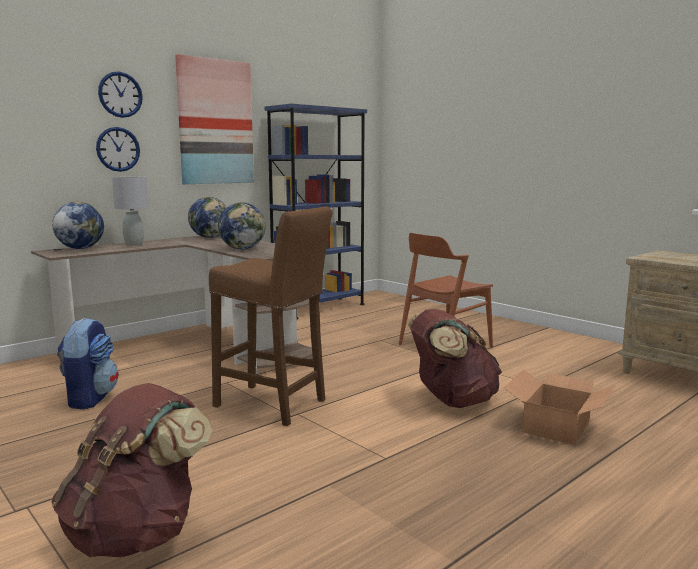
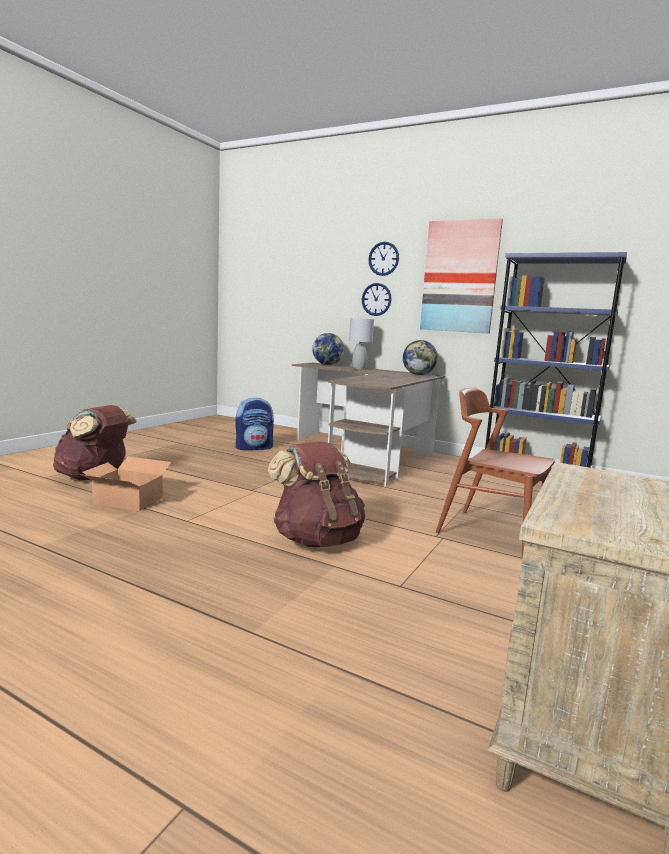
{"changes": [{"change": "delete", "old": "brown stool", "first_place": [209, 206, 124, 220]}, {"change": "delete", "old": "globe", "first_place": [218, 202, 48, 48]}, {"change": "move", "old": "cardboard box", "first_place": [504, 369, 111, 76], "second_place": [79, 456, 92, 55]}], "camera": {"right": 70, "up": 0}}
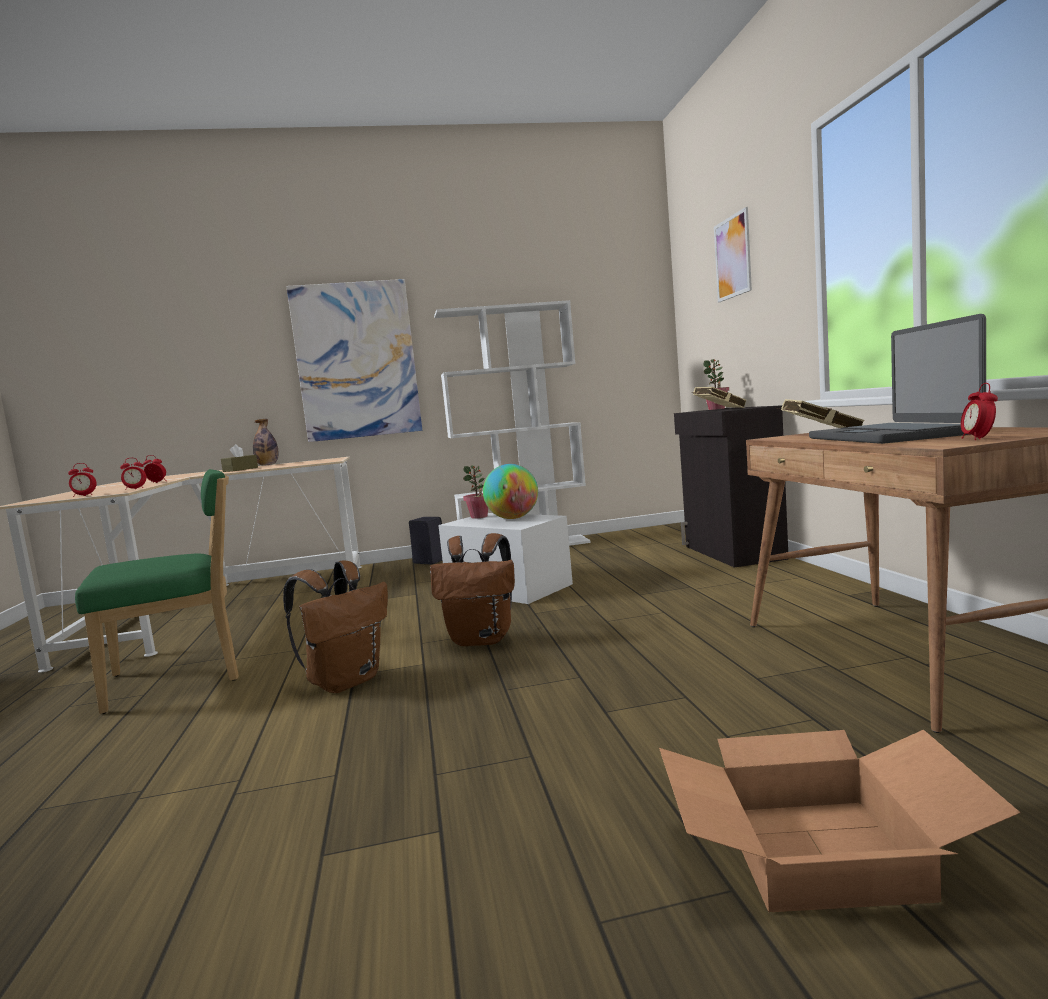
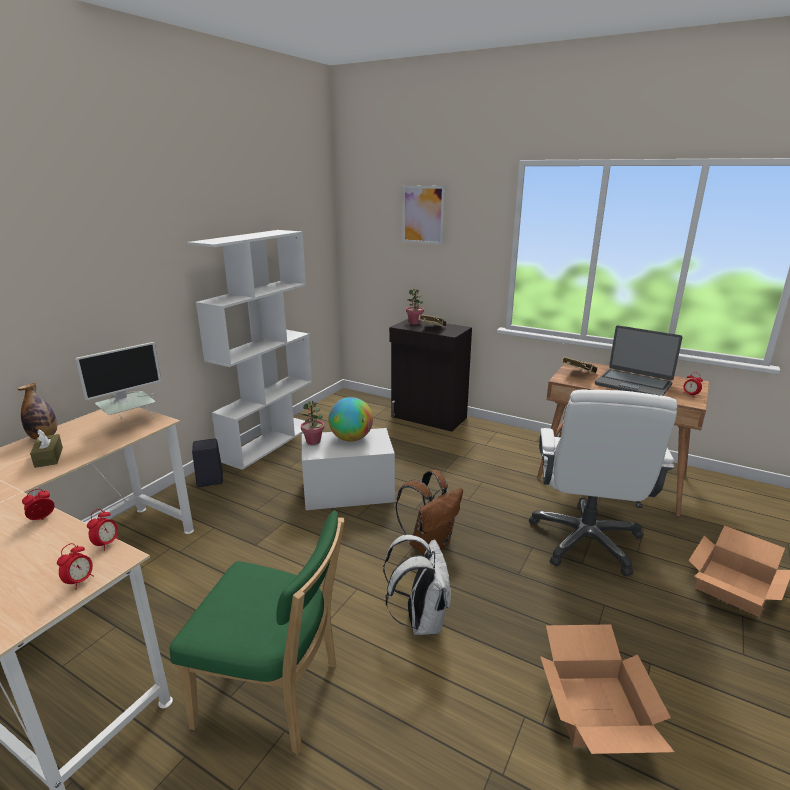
{"changes": [{"change": "rotate", "old": "green chair", "first_place": [75, 469, 164, 245], "second_place": [170, 510, 174, 245], "degrees": 90}, {"change": "recolor", "old": "brown backpack", "new": "white backpack", "first_place": [283, 560, 105, 133], "second_place": [383, 535, 68, 100]}, {"change": "delete", "old": "picture", "first_place": [287, 279, 135, 163]}, {"change": "insert", "new": "monitor", "second_place": [75, 342, 86, 77]}, {"change": "insert", "new": "white office chair", "second_place": [529, 390, 148, 187]}, {"change": "insert", "new": "cardboard box", "second_place": [540, 624, 134, 130]}], "camera": {"right": -50, "up": 15}}
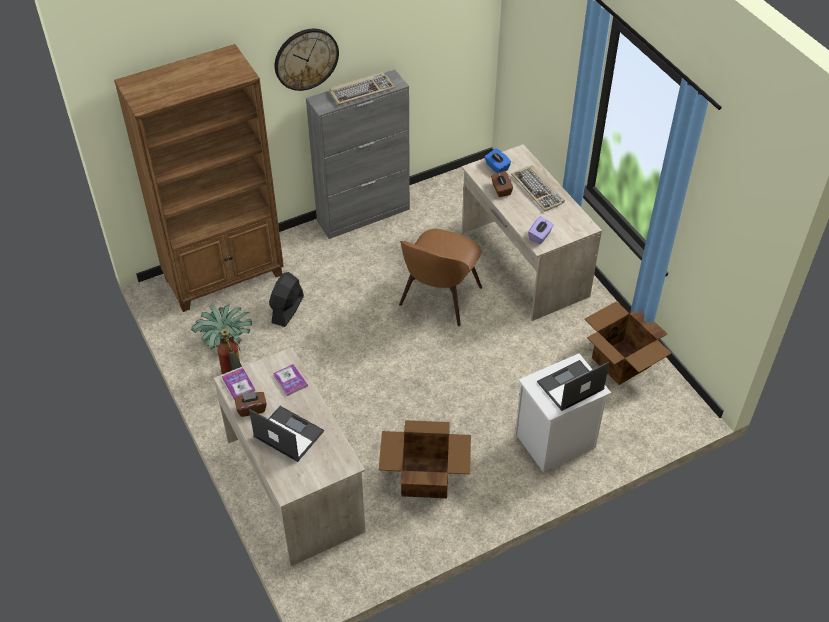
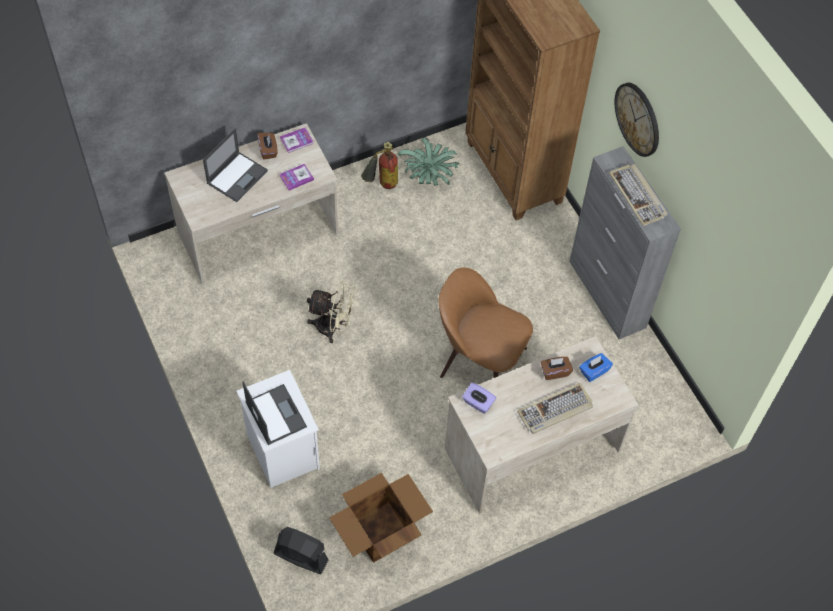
{"changes": [{"change": "move", "old": "black fan", "first_place": [269, 272, 35, 55], "second_place": [274, 527, 55, 47]}, {"change": "delete", "old": "cardboard box", "first_place": [379, 420, 92, 78]}, {"change": "insert", "new": "beige fan", "second_place": [307, 281, 49, 62]}], "camera": {"right": 90, "up": 10}}
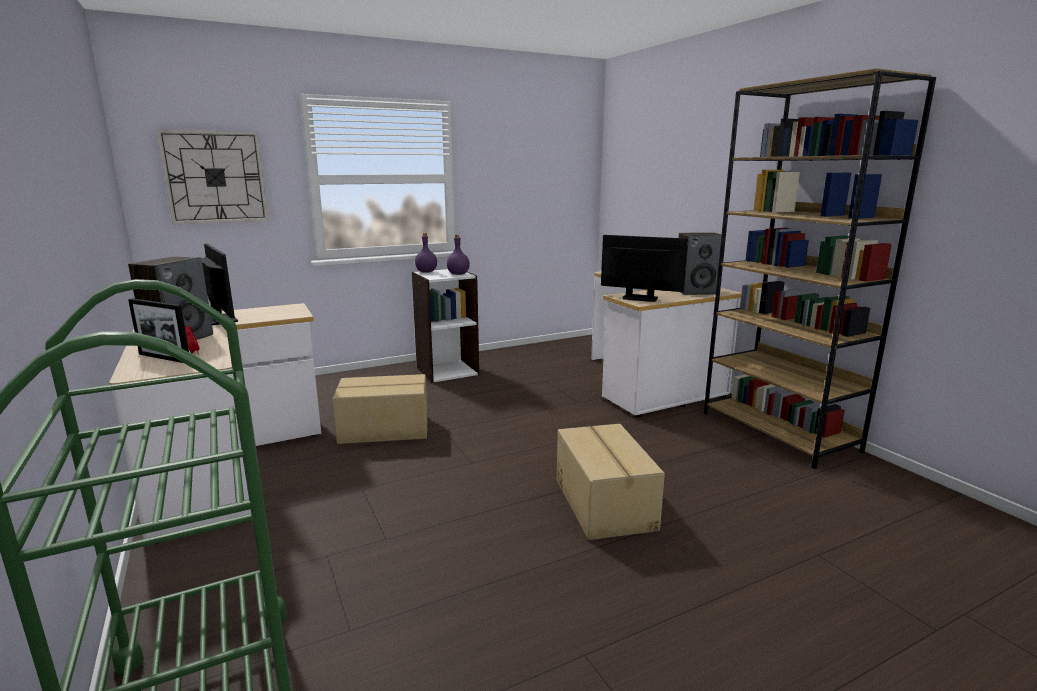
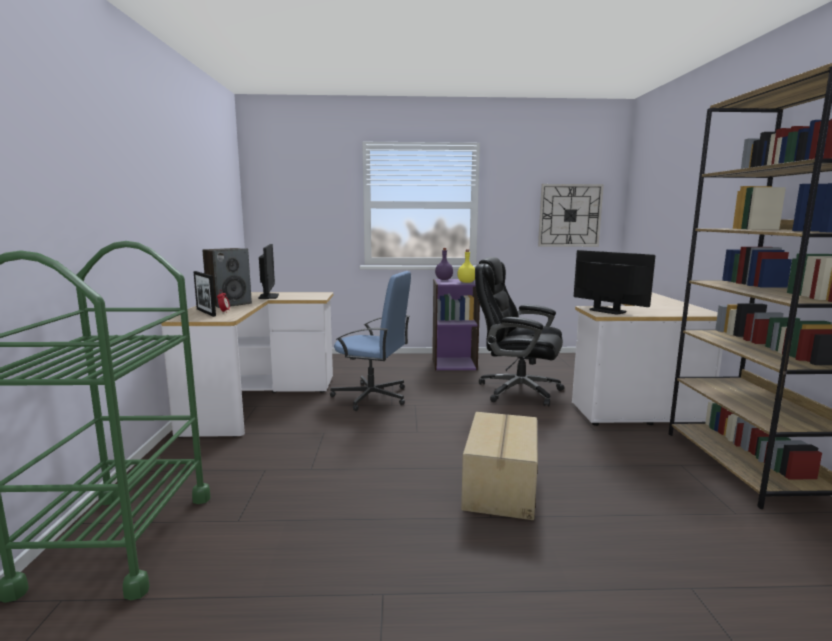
{"changes": [{"change": "move", "old": "wall clock", "first_place": [156, 129, 113, 95], "second_place": [538, 184, 66, 63]}, {"change": "replace", "old": "cardboard box", "new": "blue office chair", "first_place": [332, 374, 96, 70], "second_place": [330, 271, 81, 140]}, {"change": "recolor", "old": "white bookcase", "new": "purple bookcase", "first_place": [412, 269, 67, 114], "second_place": [432, 279, 48, 91]}, {"change": "recolor", "old": "purple bottle", "new": "yellow bottle", "first_place": [447, 235, 23, 40], "second_place": [457, 249, 18, 34]}, {"change": "delete", "old": "speaker", "first_place": [679, 232, 43, 63]}, {"change": "insert", "new": "black office chair", "second_place": [475, 257, 90, 150]}], "camera": {"right": 25, "up": -5}}
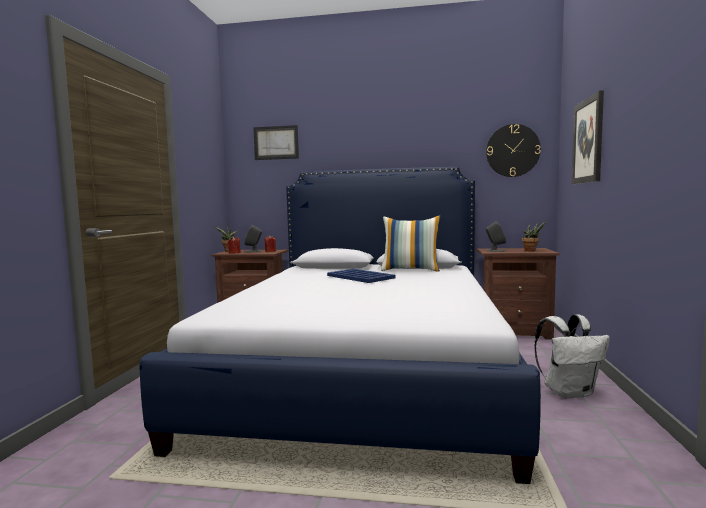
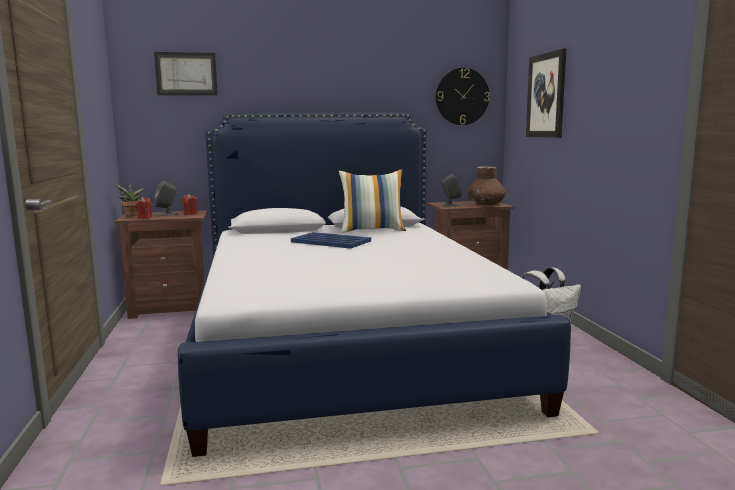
{"changes": [{"change": "replace", "old": "potted plant", "new": "brown vase", "first_place": [522, 222, 24, 29], "second_place": [467, 167, 38, 38]}], "camera": {"right": -20, "up": 5}}
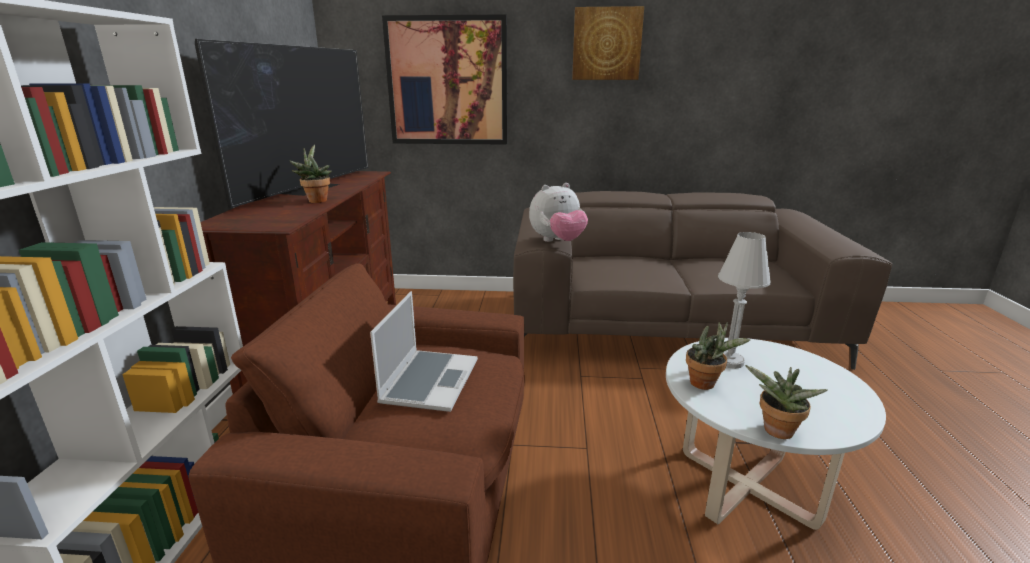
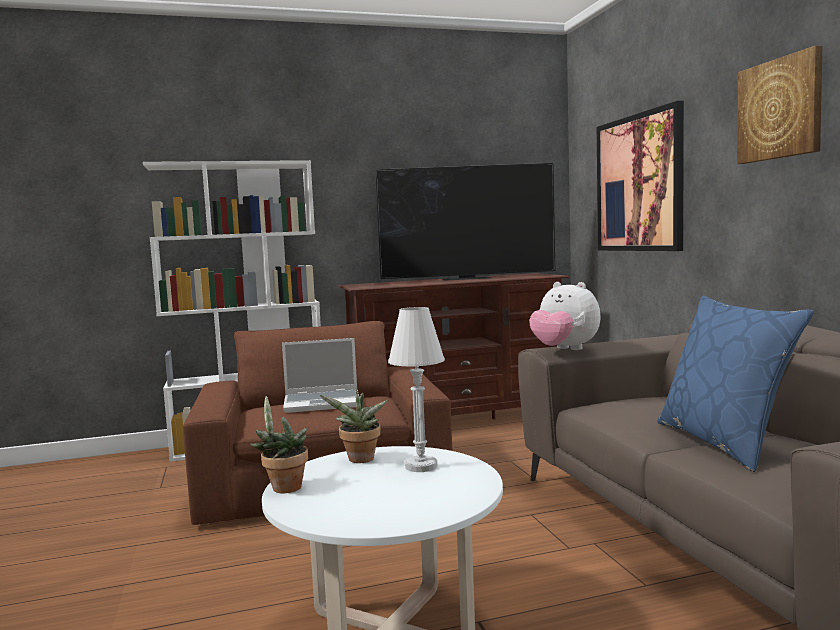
{"changes": [{"change": "delete", "old": "potted plant", "first_place": [290, 145, 42, 58]}, {"change": "insert", "new": "blue pillow", "second_place": [657, 296, 157, 176]}], "camera": {"right": 70, "up": -15}}
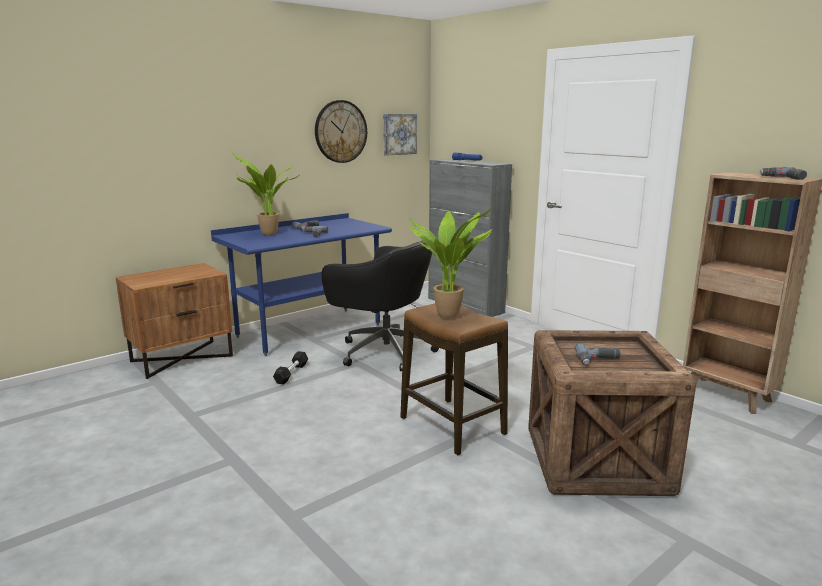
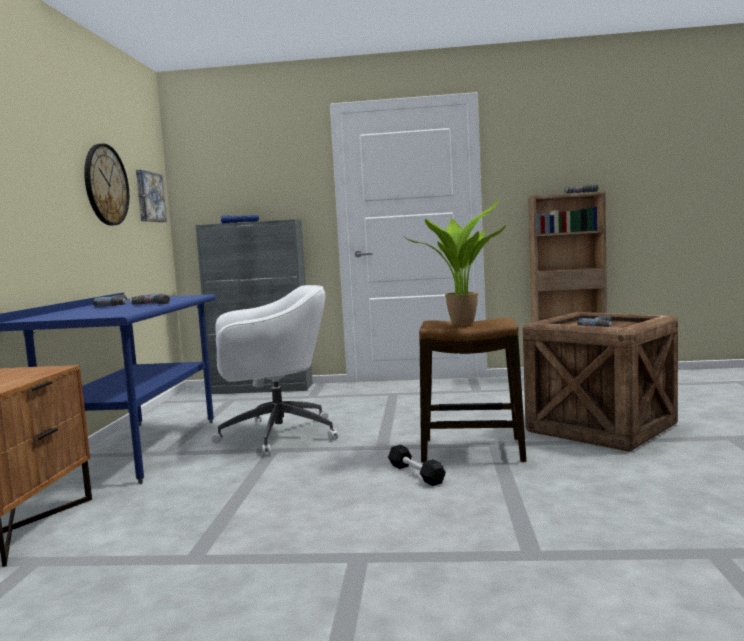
{"changes": [{"change": "delete", "old": "potted plant", "first_place": [232, 152, 67, 83]}, {"change": "move", "old": "black dumbbell", "first_place": [273, 351, 35, 33], "second_place": [388, 445, 58, 41]}, {"change": "recolor", "old": "black office chair", "new": "white office chair", "first_place": [321, 240, 118, 131], "second_place": [211, 285, 127, 171]}], "camera": {"right": -45, "up": -10}}
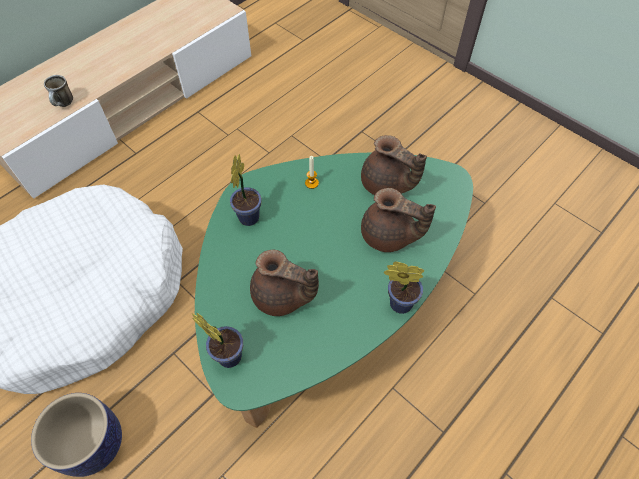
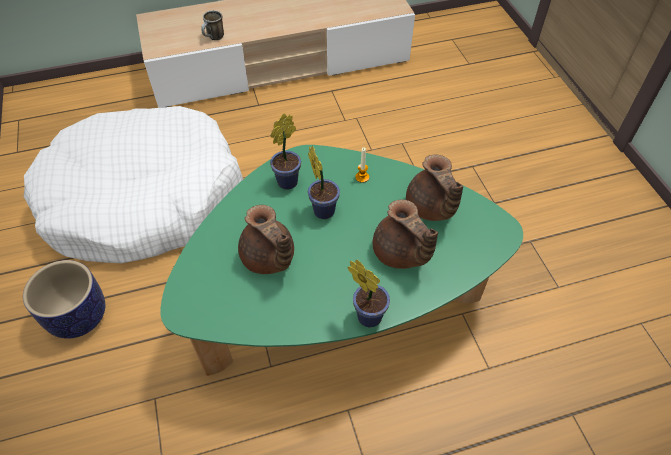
{"changes": [{"change": "move", "old": "potted plant", "first_place": [192, 313, 51, 55], "second_place": [308, 145, 32, 74]}], "camera": {"right": 30, "up": -5}}
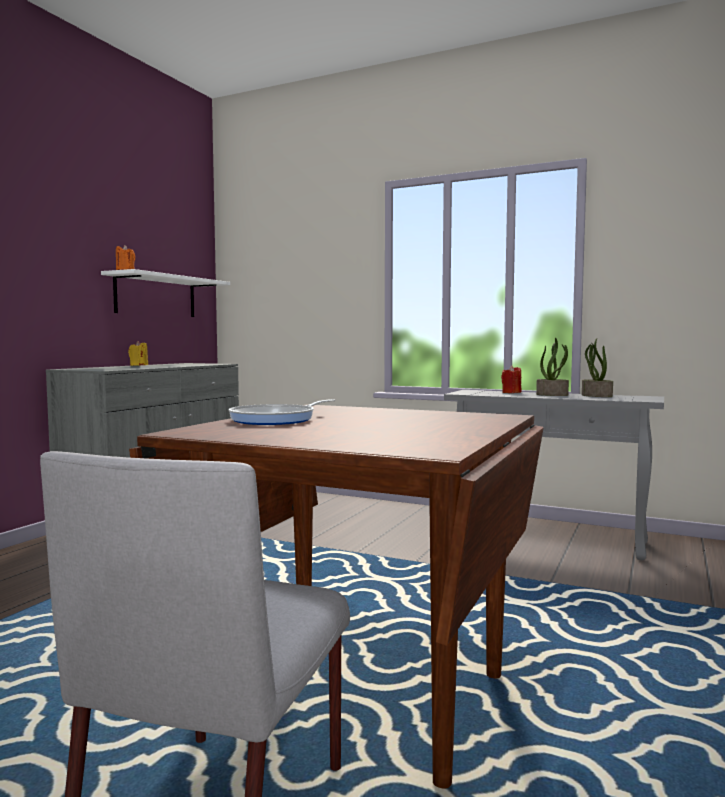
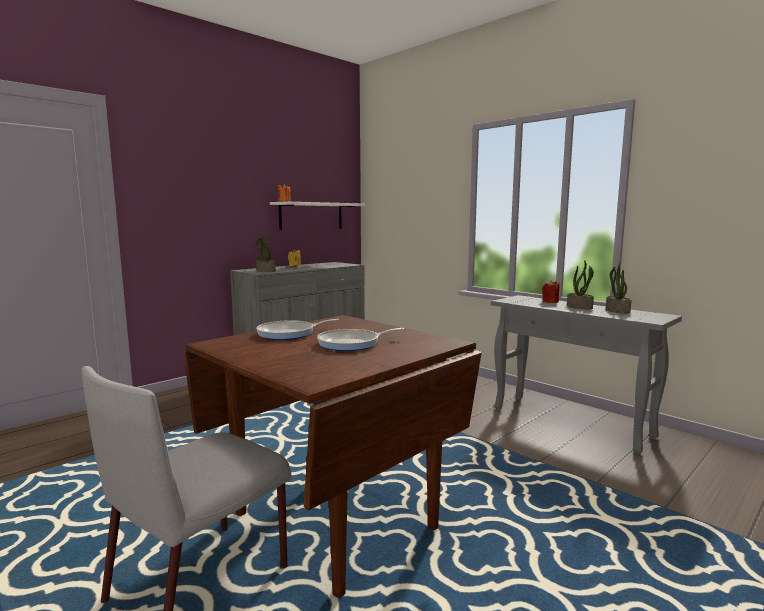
{"changes": [{"change": "insert", "new": "potted plant", "second_place": [256, 235, 20, 37]}, {"change": "insert", "new": "frying pan", "second_place": [317, 328, 87, 23]}], "camera": {"right": 20, "up": 5}}
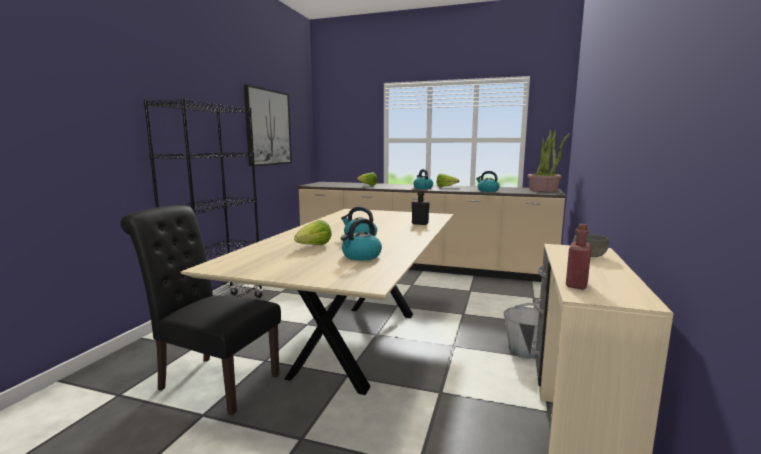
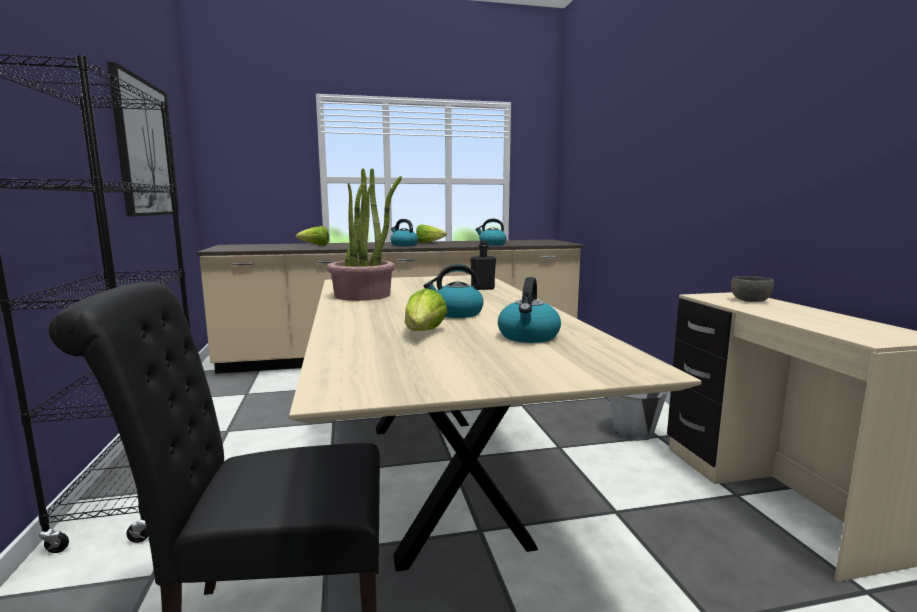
{"changes": [{"change": "move", "old": "potted plant", "first_place": [528, 130, 42, 62], "second_place": [327, 168, 75, 133]}, {"change": "delete", "old": "red bottle", "first_place": [566, 224, 26, 65]}], "camera": {"right": -30, "up": 0}}
